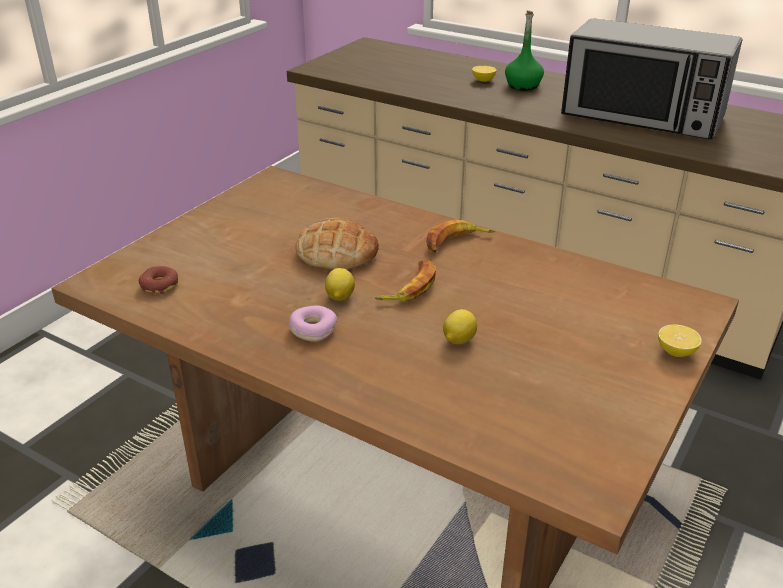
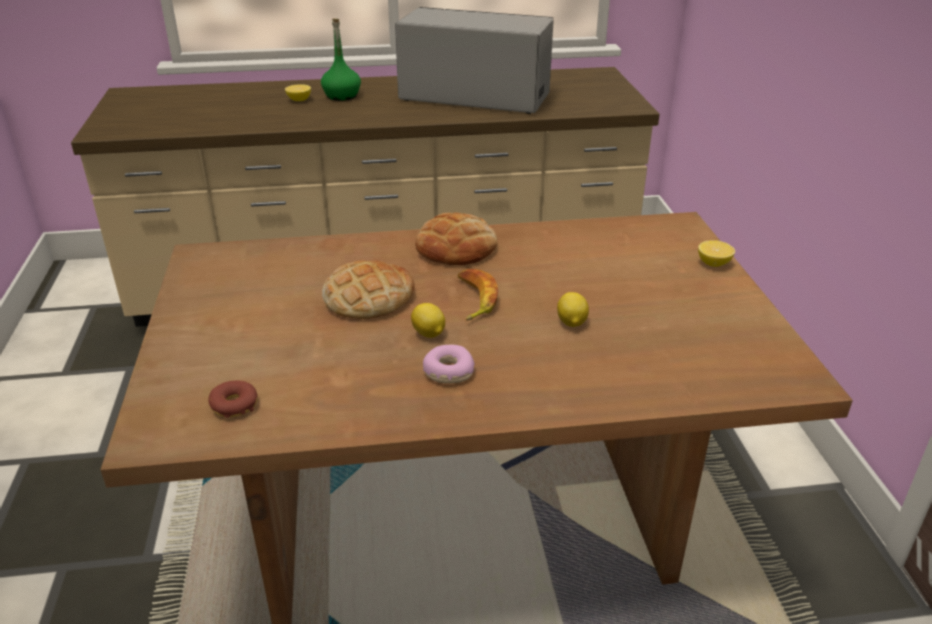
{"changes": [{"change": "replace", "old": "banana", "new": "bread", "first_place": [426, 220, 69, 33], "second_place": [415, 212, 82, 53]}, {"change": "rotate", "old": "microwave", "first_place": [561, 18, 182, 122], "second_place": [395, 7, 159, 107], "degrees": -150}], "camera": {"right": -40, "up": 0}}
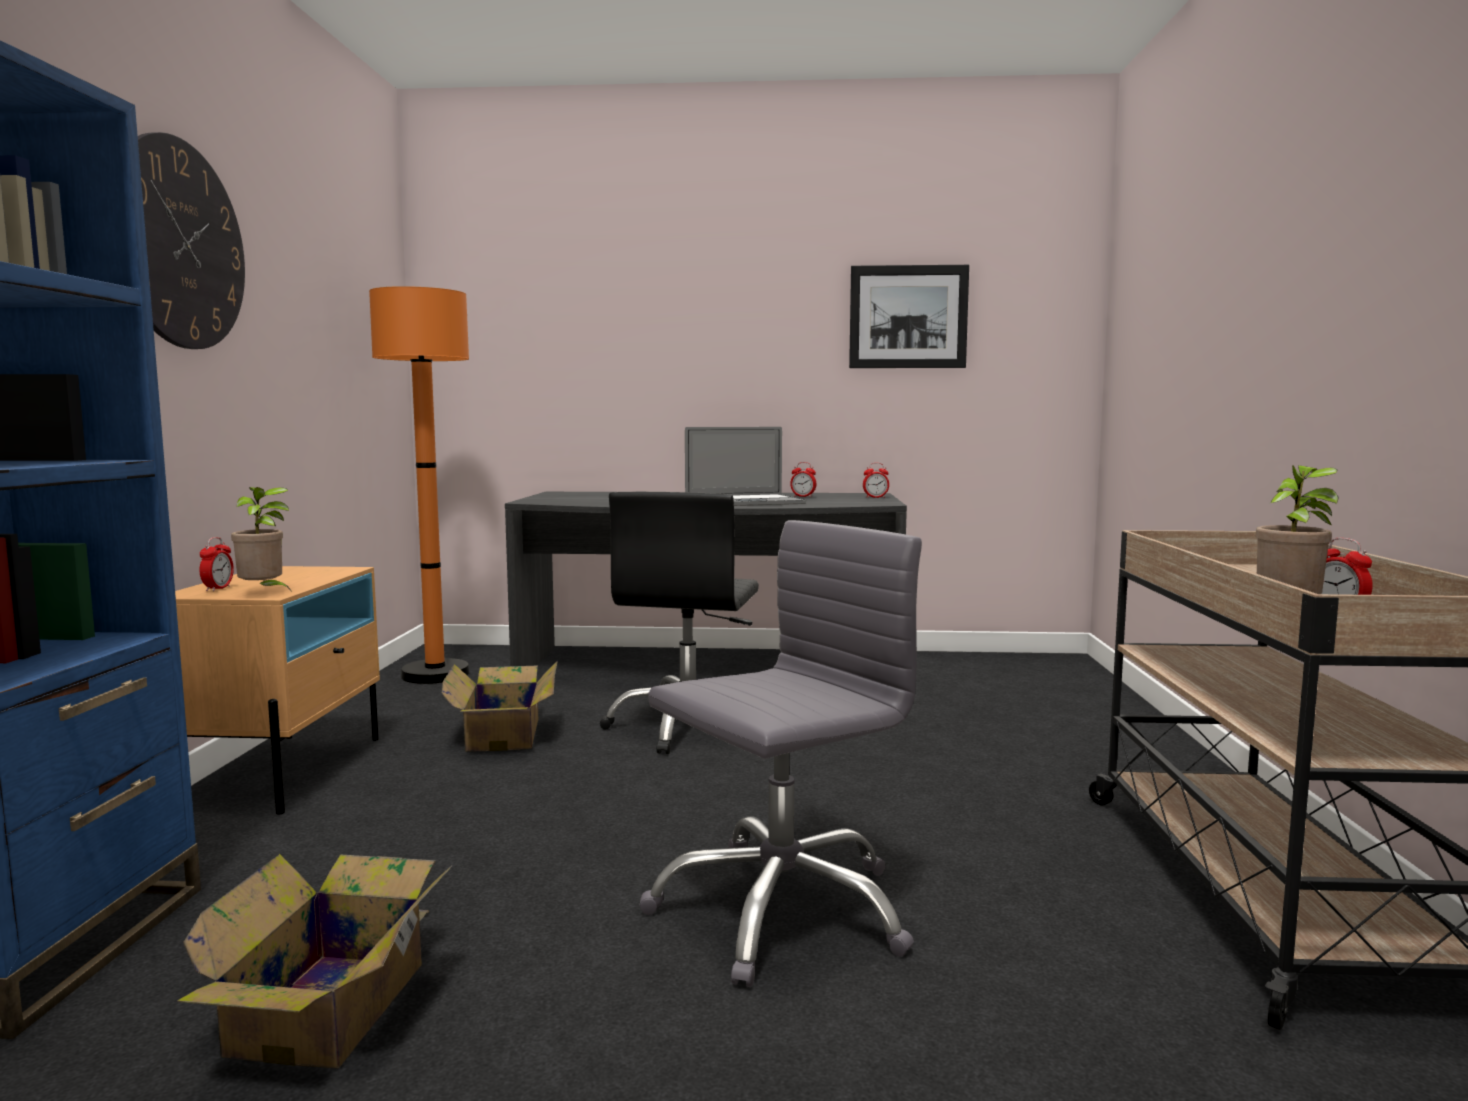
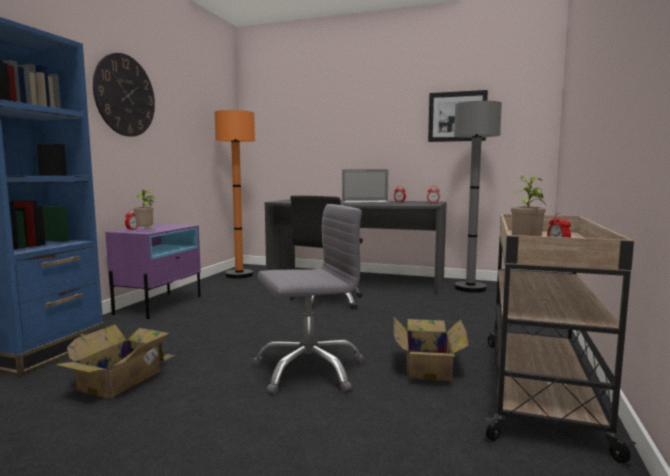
{"changes": [{"change": "recolor", "old": "beige nightstand", "new": "purple nightstand", "first_place": [175, 566, 205, 249], "second_place": [105, 224, 96, 95]}, {"change": "move", "old": "cardboard box", "first_place": [442, 661, 116, 91], "second_place": [394, 317, 75, 64]}, {"change": "insert", "new": "grey floor lamp", "second_place": [454, 101, 48, 192]}], "camera": {"right": 15, "up": 0}}
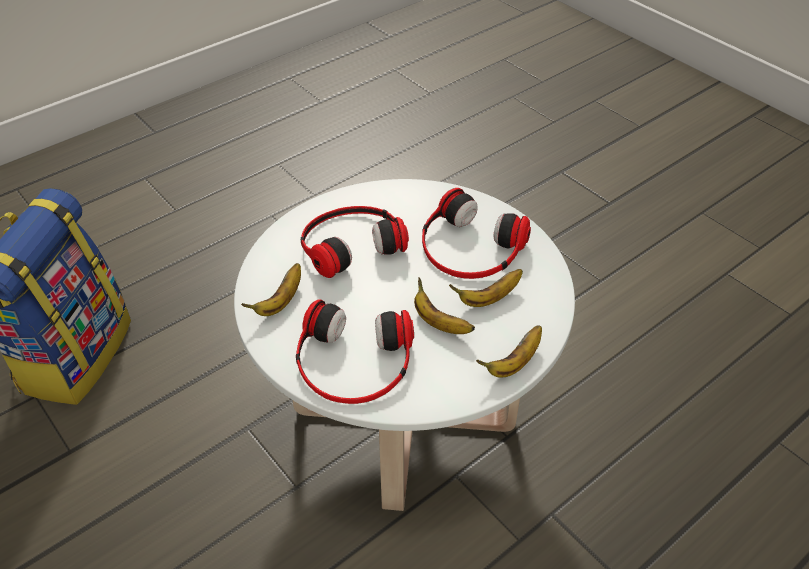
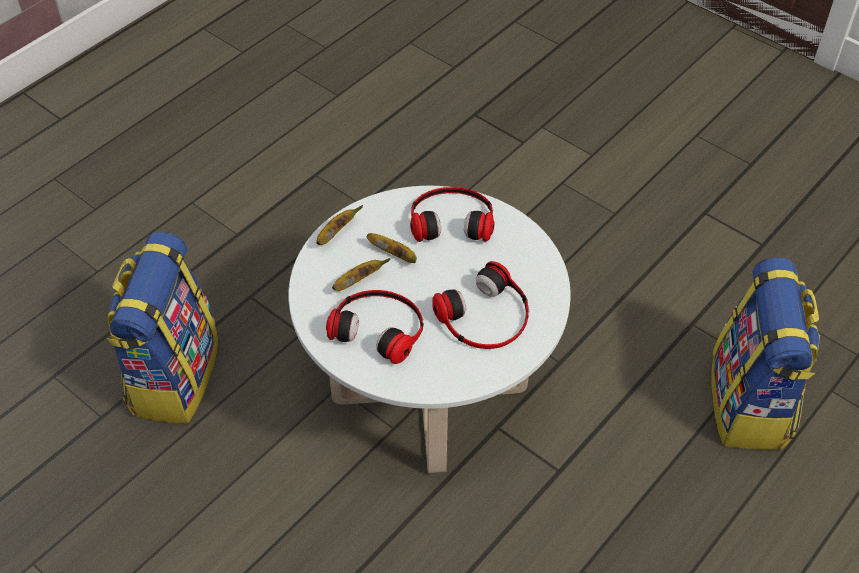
{"changes": [{"change": "delete", "old": "banana", "first_place": [241, 263, 60, 53]}, {"change": "insert", "new": "backpack", "second_place": [106, 232, 113, 191]}], "camera": {"right": 170, "up": 5}}
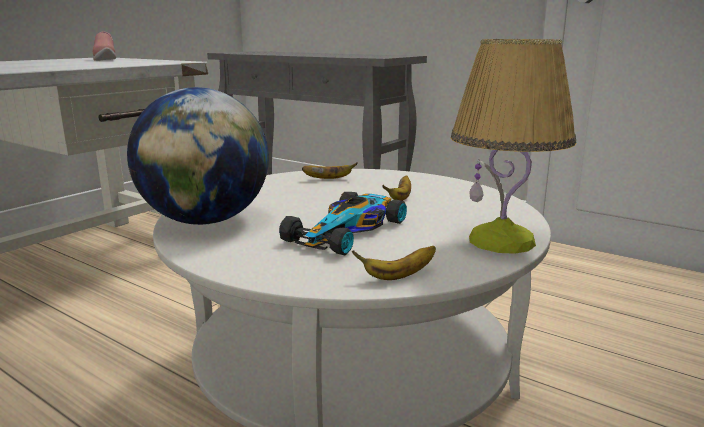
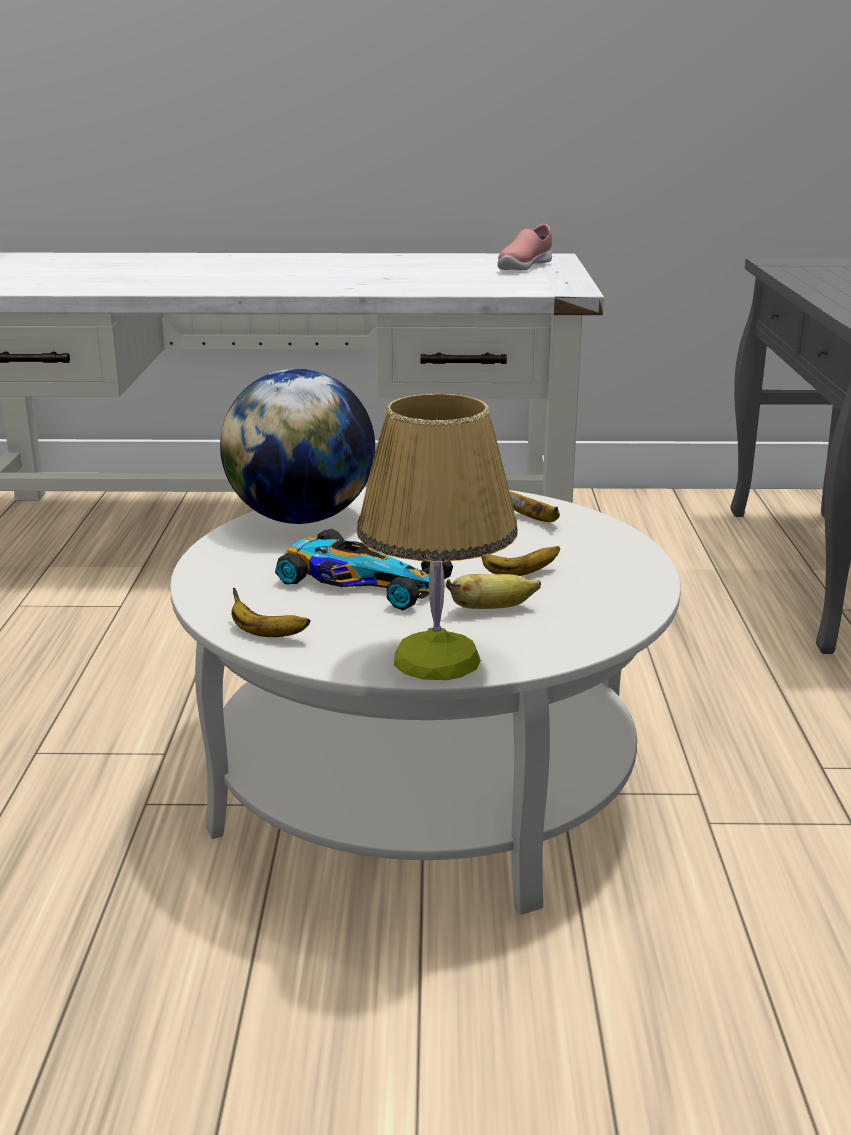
{"changes": [{"change": "rotate", "old": "toy car", "first_place": [279, 192, 128, 63], "second_place": [275, 529, 178, 81], "degrees": -150}, {"change": "insert", "new": "banana", "second_place": [446, 574, 95, 35]}], "camera": {"right": 55, "up": 5}}
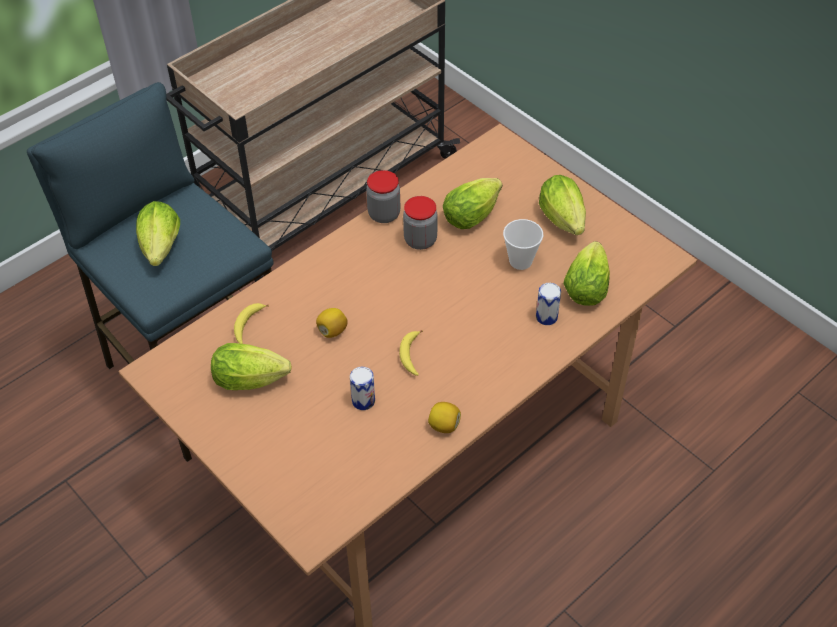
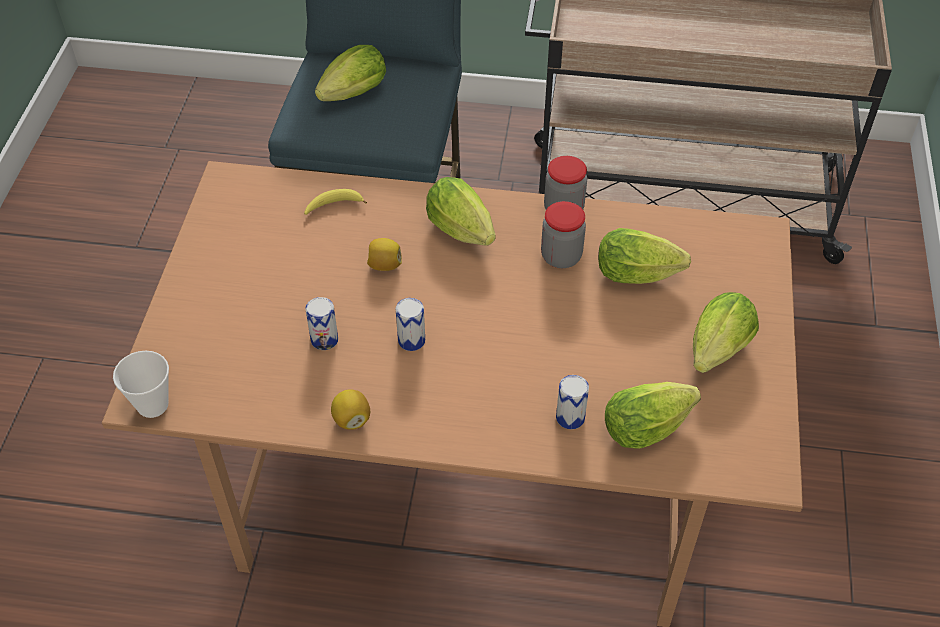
{"changes": [{"change": "move", "old": "lettuce", "first_place": [211, 343, 81, 47], "second_place": [426, 177, 69, 69]}, {"change": "replace", "old": "banana", "new": "can", "first_place": [399, 330, 24, 46], "second_place": [396, 298, 29, 53]}, {"change": "move", "old": "cup", "first_place": [503, 219, 40, 51], "second_place": [113, 351, 56, 67]}], "camera": {"right": 50, "up": 0}}
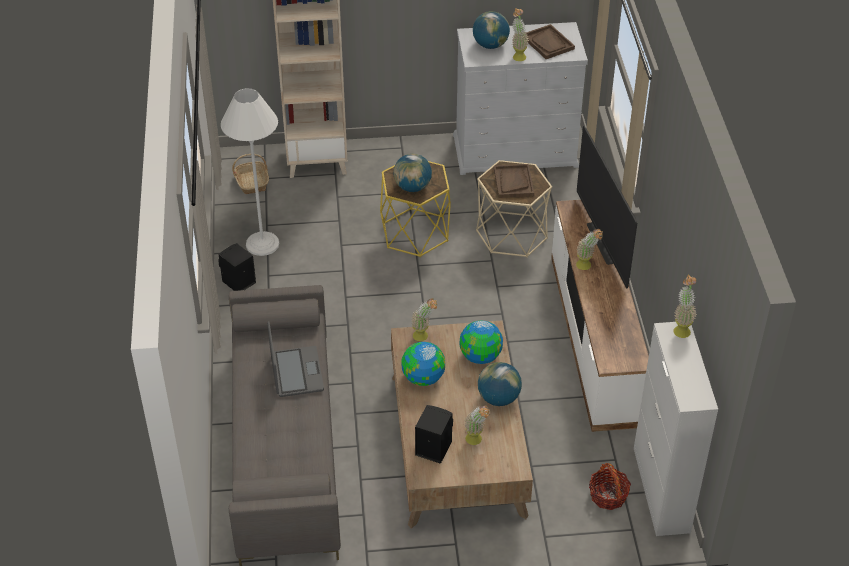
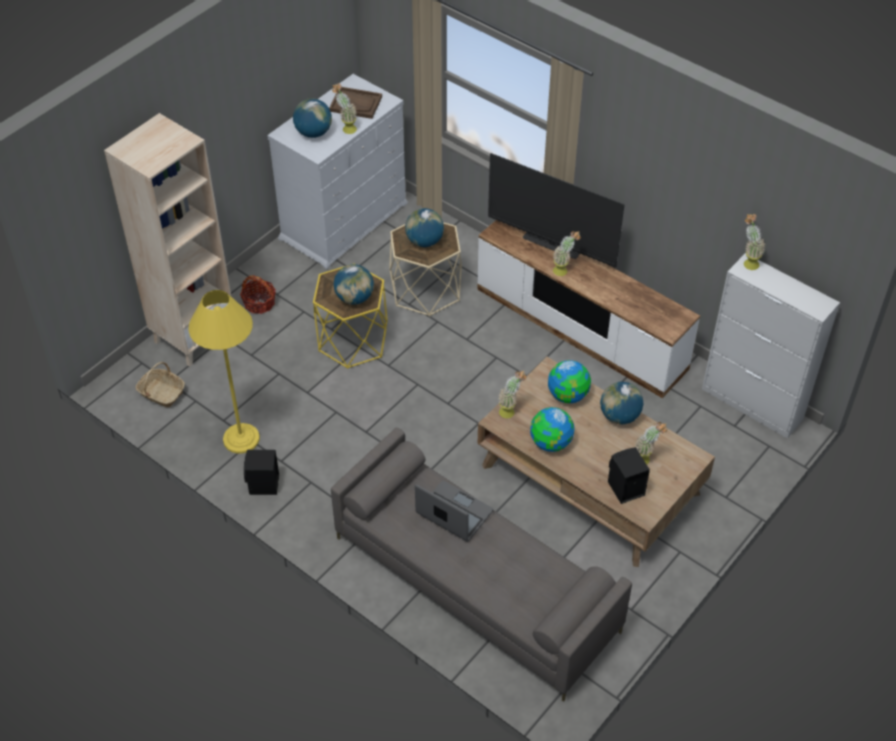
{"changes": [{"change": "recolor", "old": "white floor lamp", "new": "yellow floor lamp", "first_place": [221, 88, 58, 168], "second_place": [188, 290, 72, 163]}, {"change": "replace", "old": "brown tray", "new": "globe", "first_place": [494, 164, 40, 34], "second_place": [405, 208, 39, 39]}, {"change": "move", "old": "basket", "first_place": [589, 463, 42, 47], "second_place": [240, 275, 36, 39]}], "camera": {"right": -45, "up": 5}}
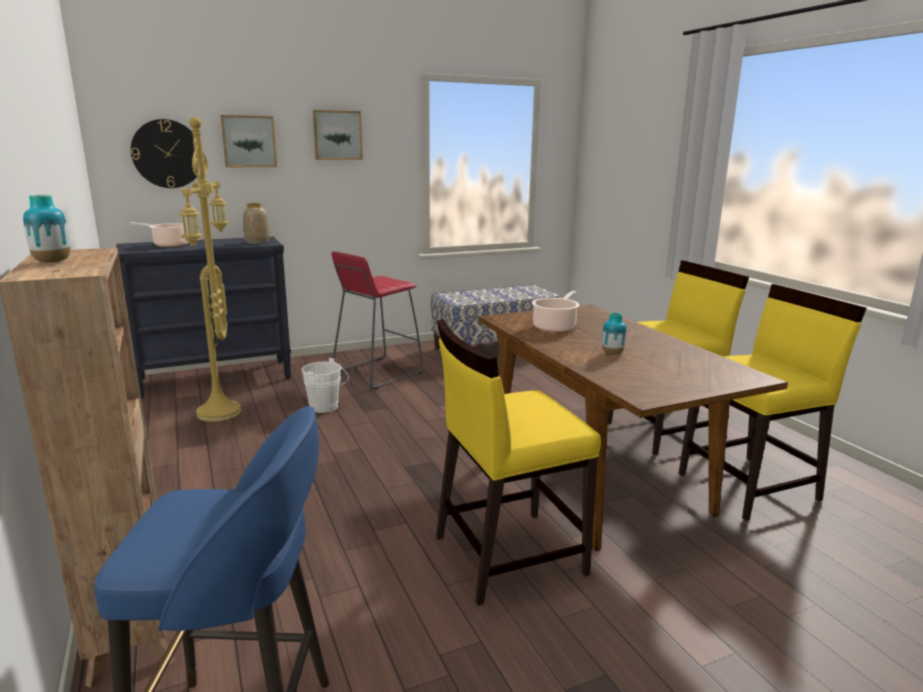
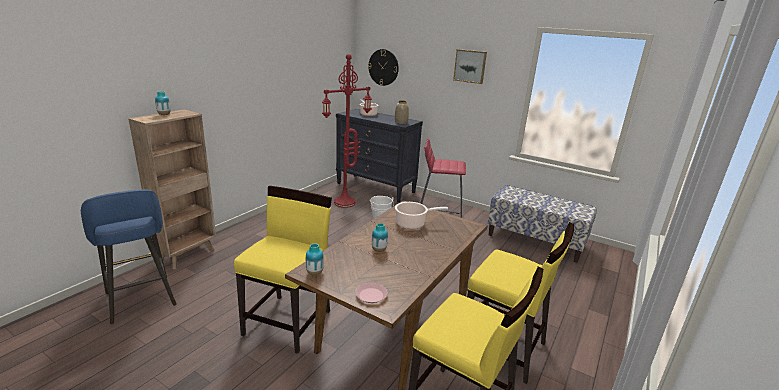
{"changes": [{"change": "recolor", "old": "yellow floor lamp", "new": "red floor lamp", "first_place": [178, 117, 63, 305], "second_place": [322, 54, 50, 154]}, {"change": "delete", "old": "picture", "first_place": [221, 115, 56, 52]}, {"change": "rotate", "old": "yellow chair", "first_place": [436, 319, 165, 286], "second_place": [234, 186, 98, 168], "degrees": 75}, {"change": "insert", "new": "vase", "second_place": [306, 243, 18, 32]}, {"change": "insert", "new": "pink plate", "second_place": [355, 283, 33, 20]}], "camera": {"right": 55, "up": 5}}
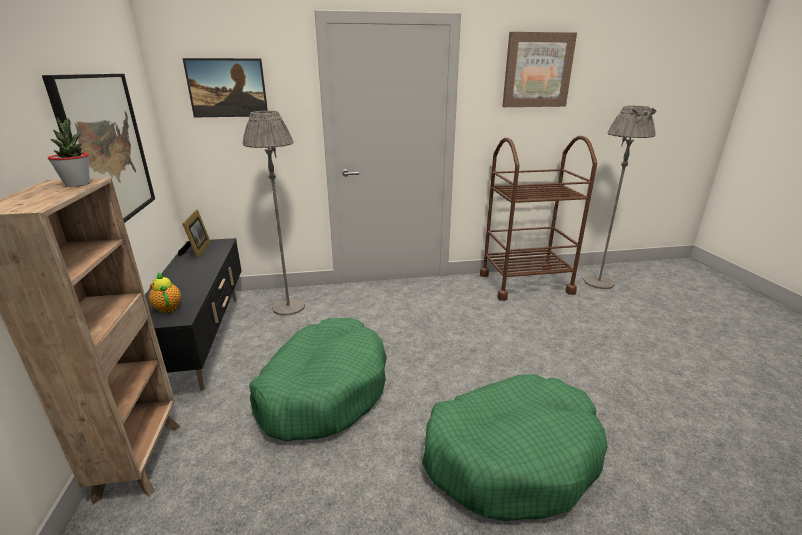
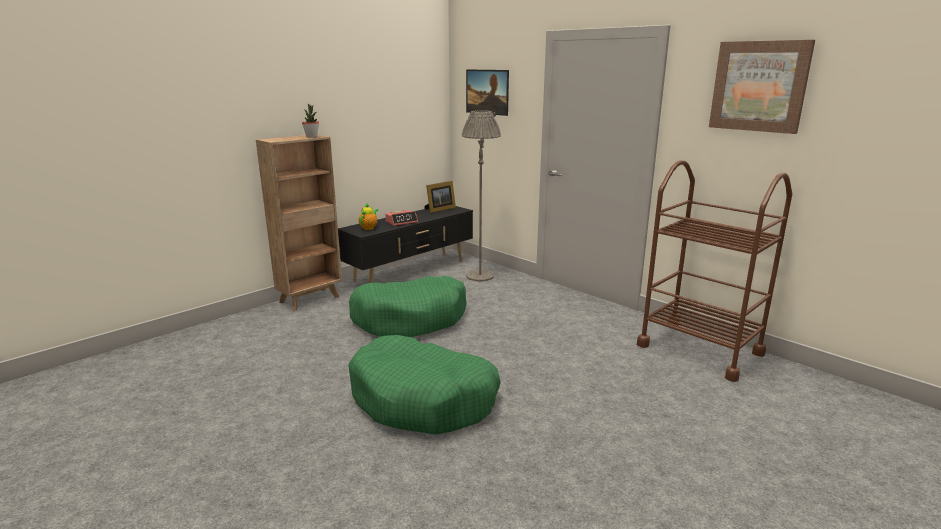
{"changes": [{"change": "delete", "old": "picture", "first_place": [42, 74, 113, 149]}, {"change": "delete", "old": "grey floor lamp", "first_place": [584, 106, 72, 183]}, {"change": "insert", "new": "alarm clock", "second_place": [385, 210, 33, 16]}], "camera": {"right": 55, "up": -5}}
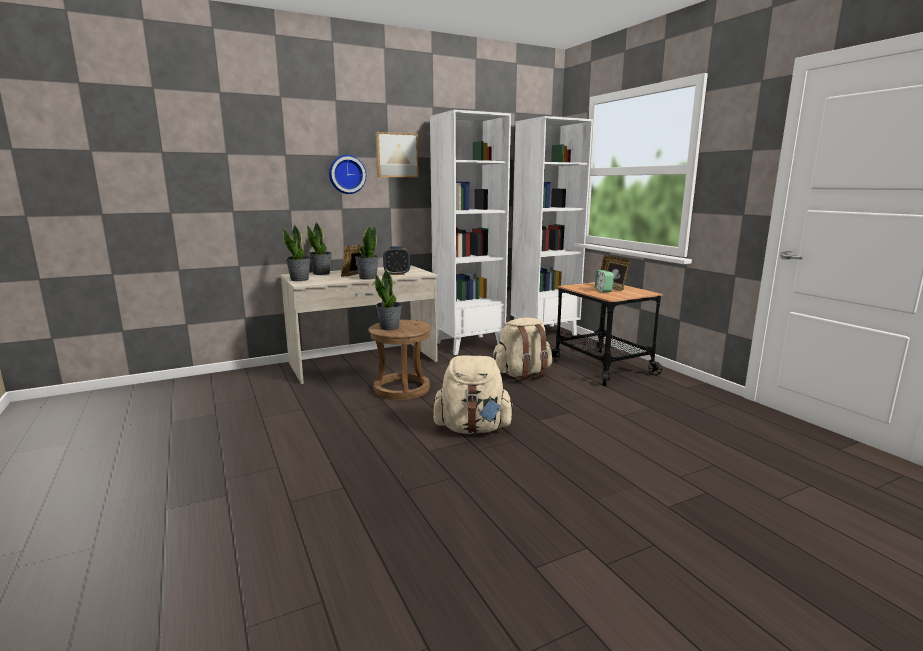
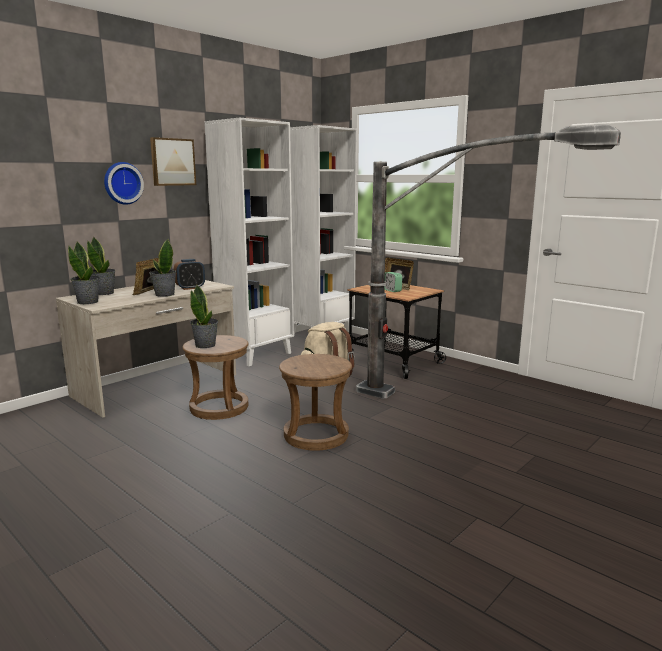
{"changes": [{"change": "replace", "old": "beige backpack", "new": "brown stool", "first_place": [433, 355, 82, 79], "second_place": [279, 354, 73, 97]}, {"change": "insert", "new": "floor lamp", "second_place": [356, 125, 265, 273]}], "camera": {"right": -20, "up": 0}}
